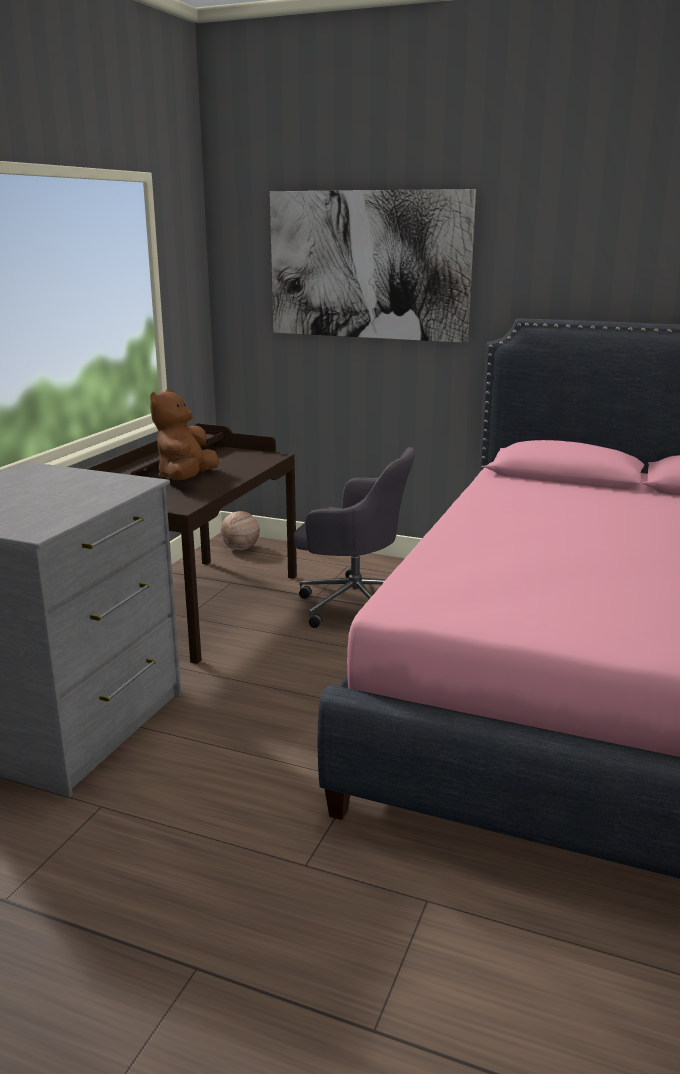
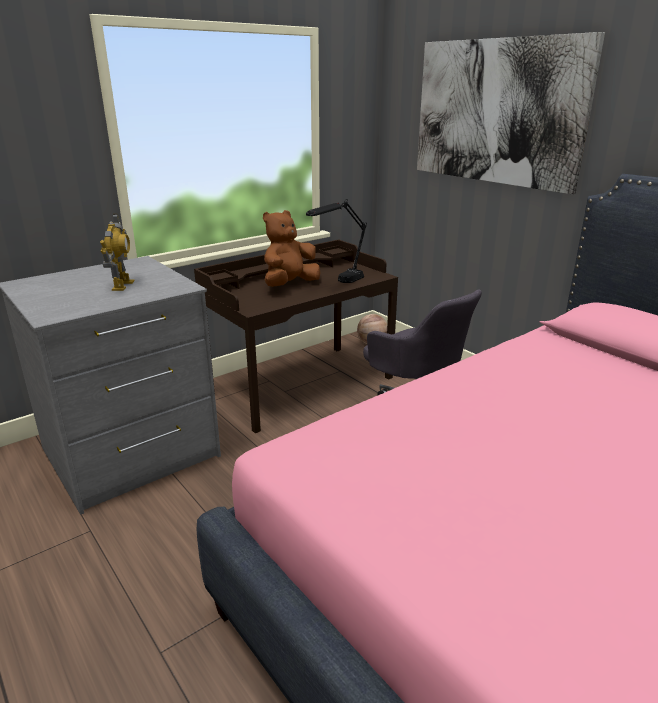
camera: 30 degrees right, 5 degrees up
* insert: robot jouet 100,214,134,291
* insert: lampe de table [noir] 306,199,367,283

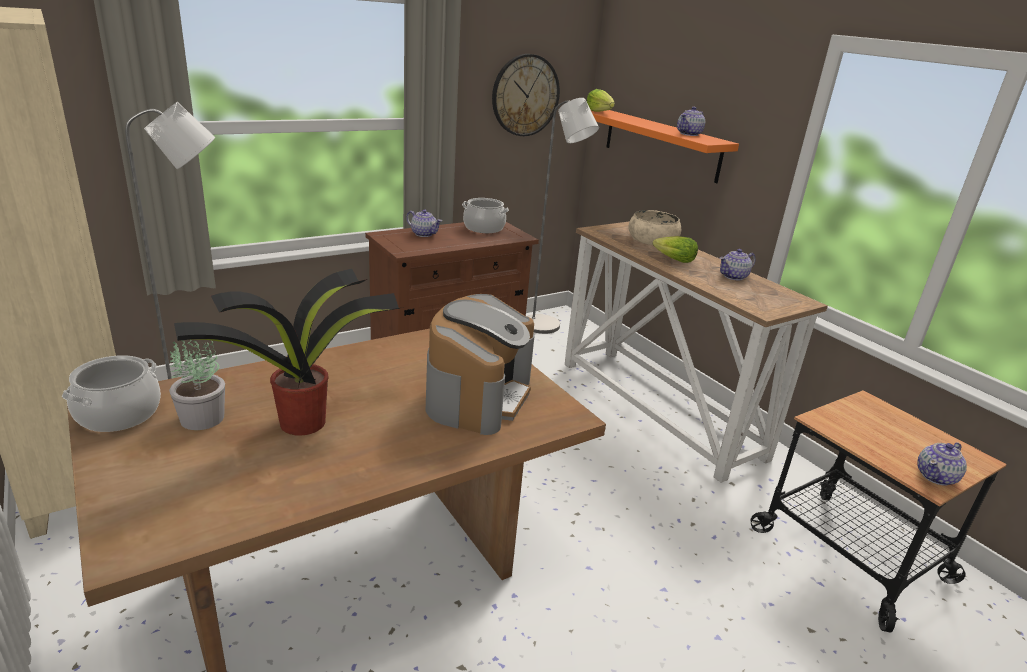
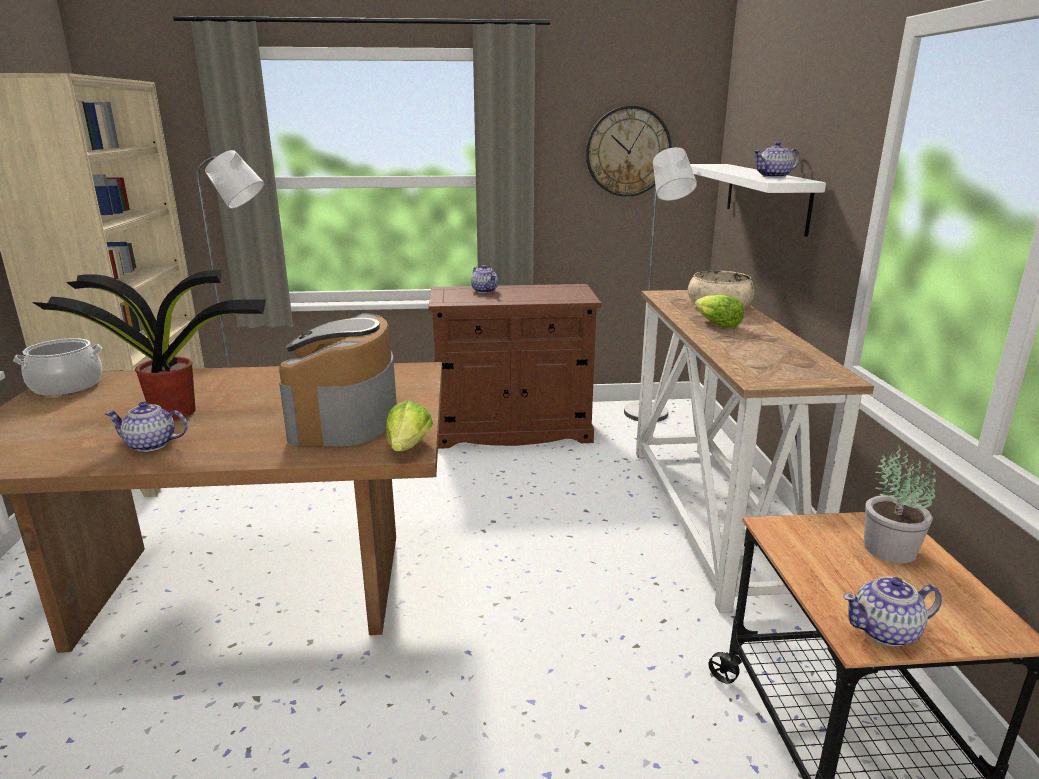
camera: 30 degrees right, 5 degrees down
* move: théière 720,249,756,280 to 105,402,188,452
* rotate: machine à café 426,294,535,435 = 279,313,397,447 135 degrees clockwise
* move: laitue 587,89,615,112 to 386,401,433,451
* recolor: étagère [orange] 591,110,739,183 to étagère [blanc] 690,164,826,237
* move: plante en pot 169,340,225,430 to 864,445,936,564
* delete: marmite 462,198,509,233

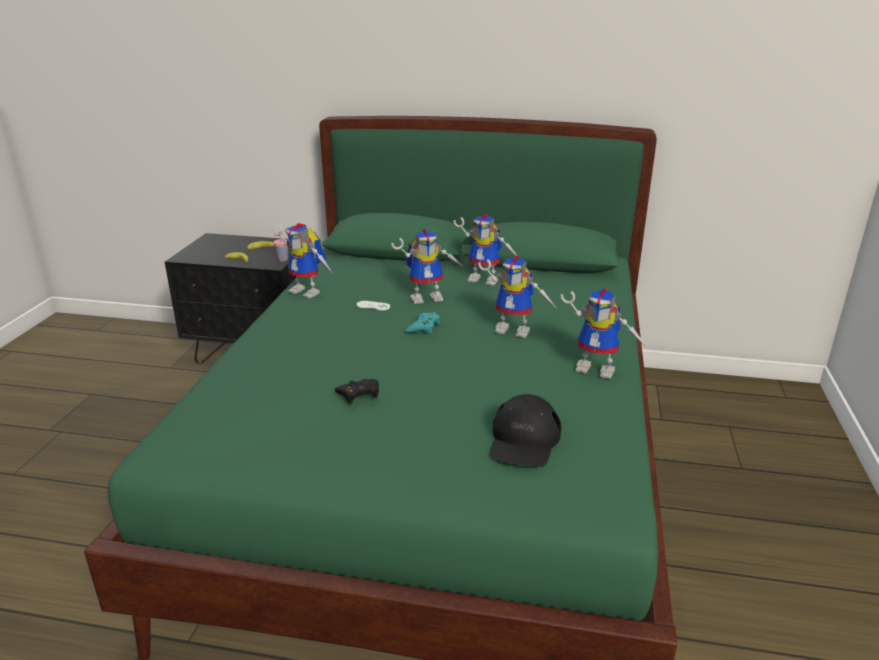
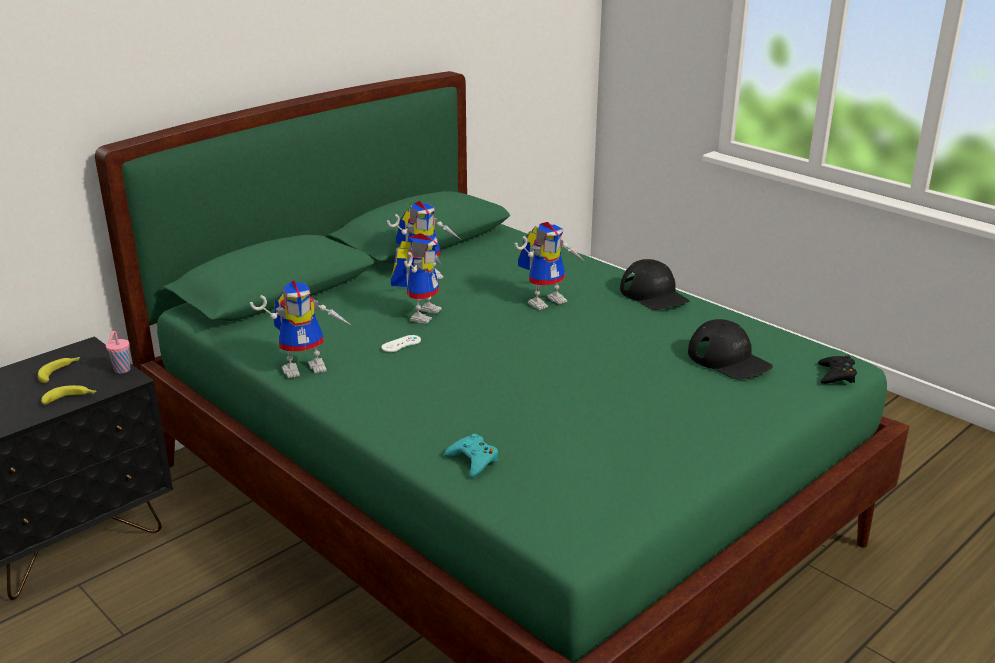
camera: 55 degrees left, 0 degrees up
* move: manette [turquoise] 405,312,440,334 to 444,434,498,477
* replace: robot jouet 560,289,649,379 to casquette [noir] 620,259,690,310
* move: manette [noir] 335,379,379,404 to 818,356,857,384

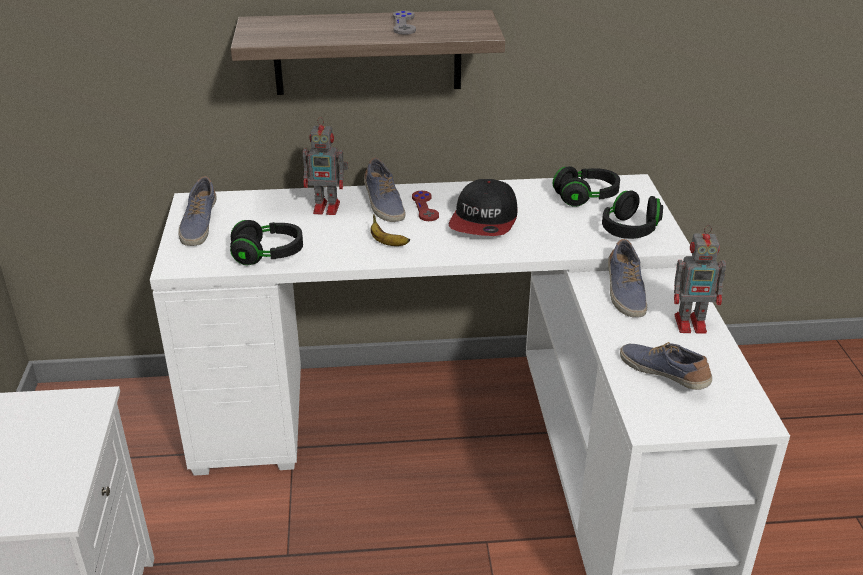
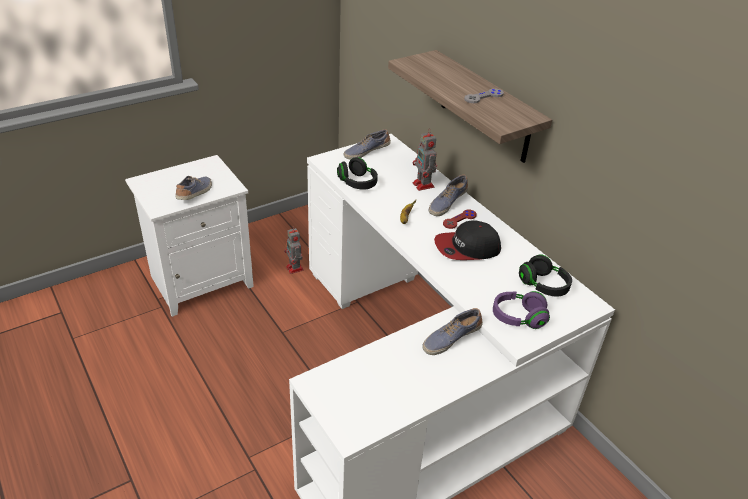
camera: 60 degrees right, 5 degrees up
* move: chaussure 620,342,712,390 to 176,176,212,200
* move: robot jouet 674,225,726,334 to 284,226,304,274
* recolor: casque audio [noir] 602,190,663,239 to casque audio [violet] 493,291,550,329

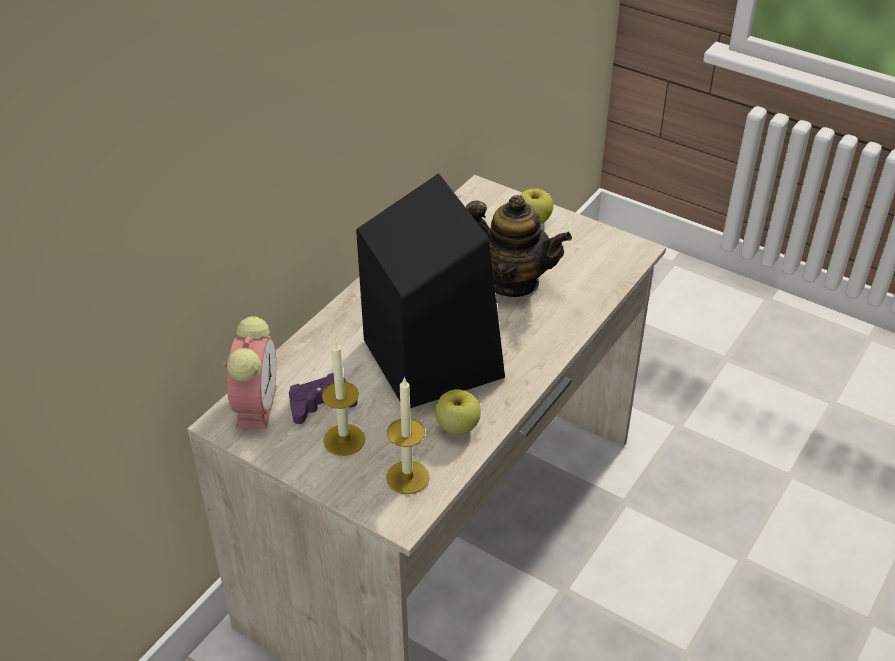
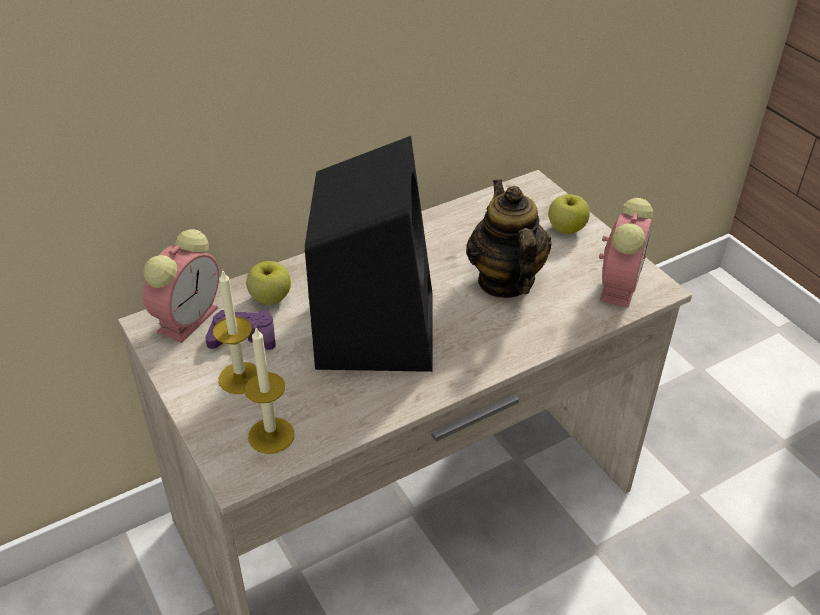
camera: 25 degrees right, 0 degrees up
* move: pomme 435,389,481,435 to 246,261,291,305
* rotate: théière 466,195,572,297 = 466,179,551,298 150 degrees counterclockwise
* insert: réveil 599,198,653,308

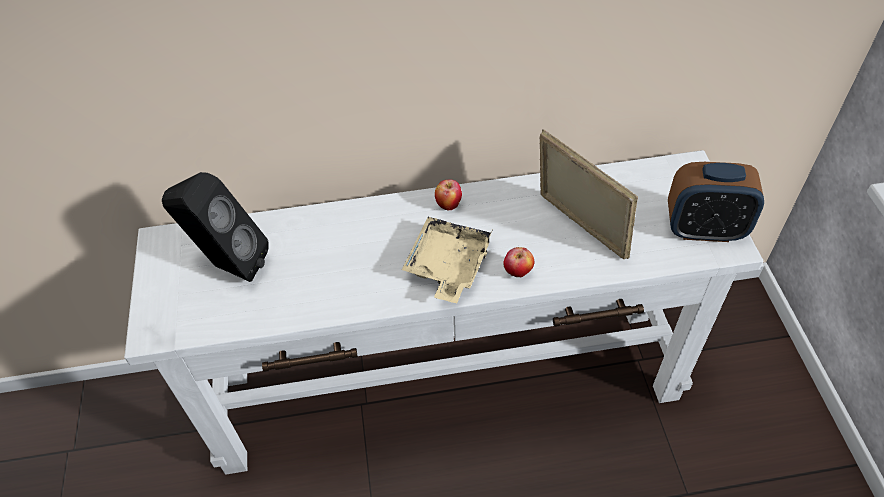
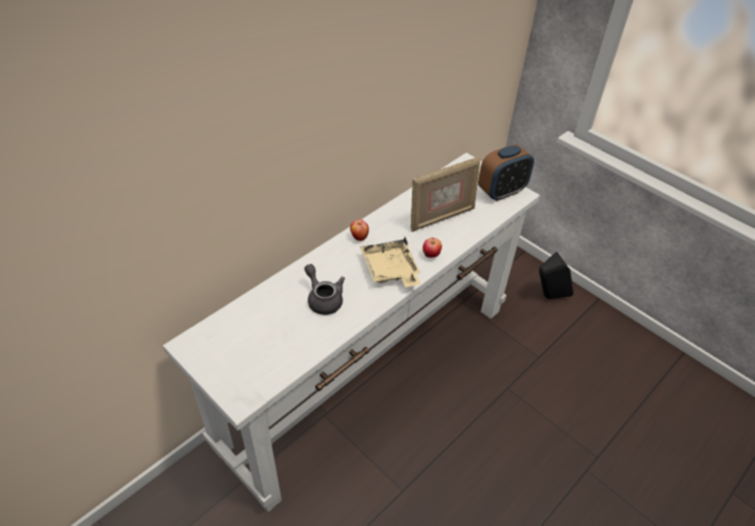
camera: 40 degrees left, 5 degrees down
* insert: théière [gris] 304,264,345,315
* rotate: cadre photo 540,129,638,259 = 411,157,481,232 135 degrees clockwise
* move: enceinte [noir] 162,172,269,282 to 539,252,573,299

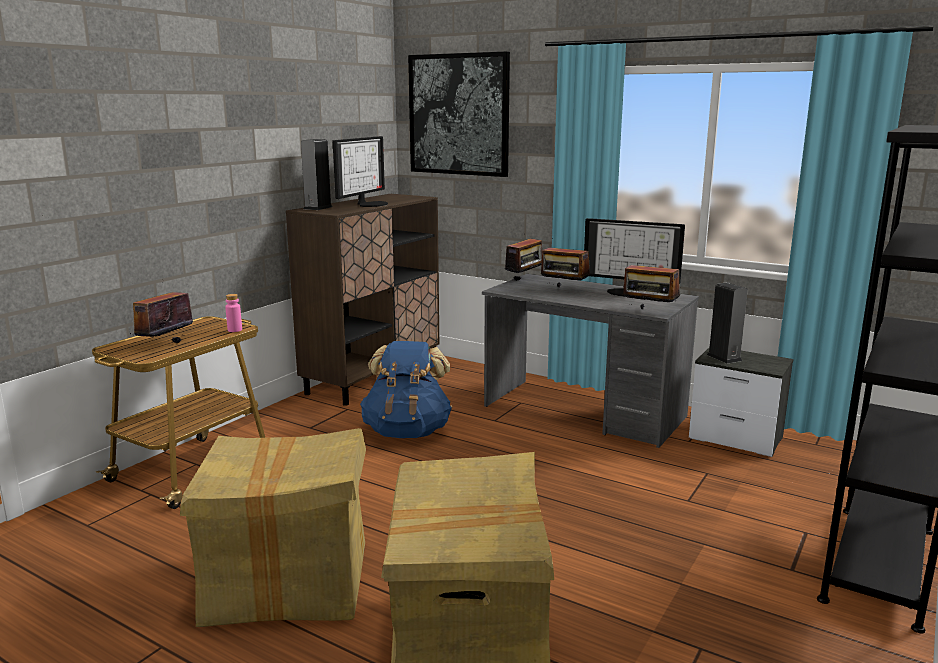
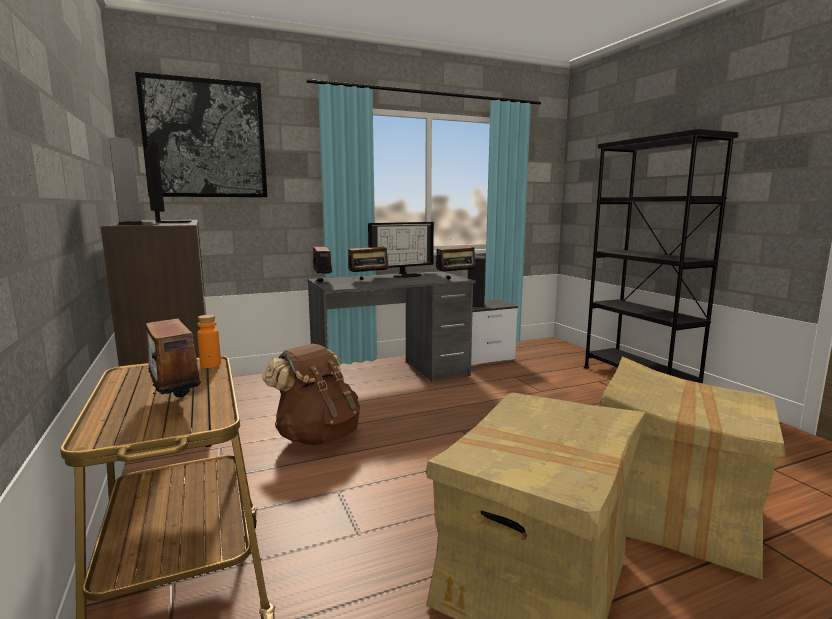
camera: 55 degrees left, 5 degrees down
* recolor: bouteille [rose] 225,294,242,332 to bouteille [orange] 197,315,221,368
* recolor: sac à dos [bleu] 360,341,452,438 to sac à dos [marron] 262,344,360,445

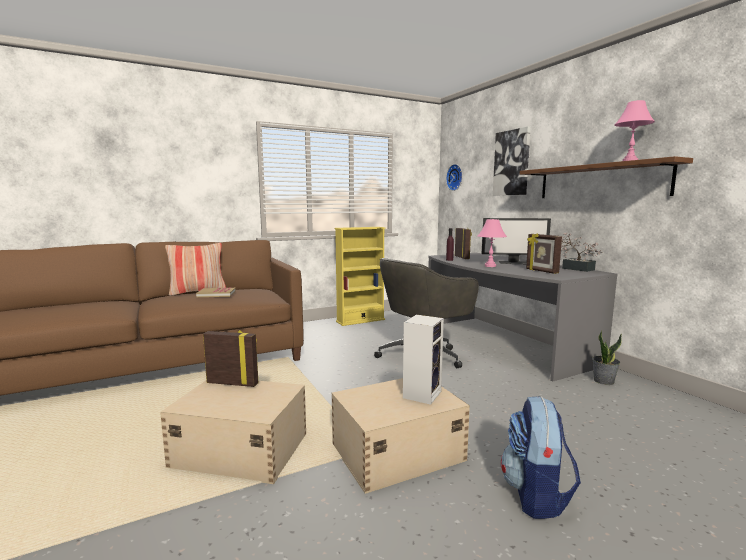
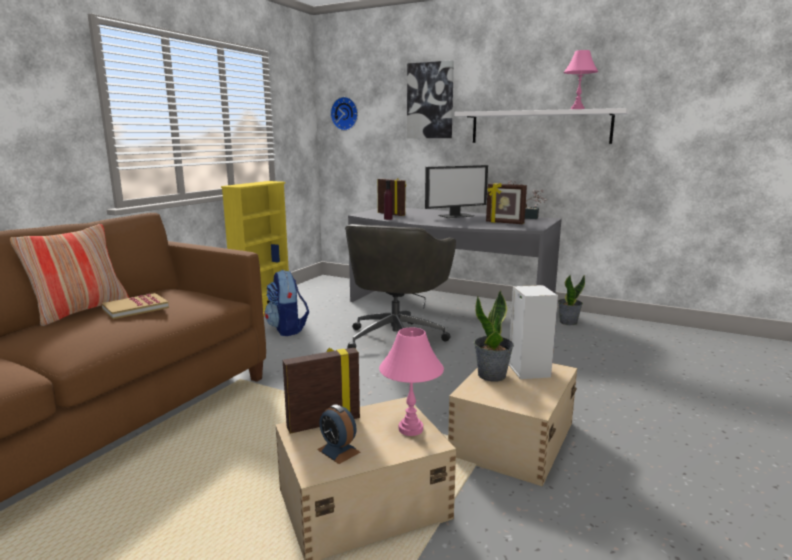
camera: 35 degrees left, 5 degrees up
* move: sac à dos 501,396,581,519 to 264,270,309,336
* insert: réveil 317,404,360,464
* move: lampe de table [rose] 478,219,507,267 to 379,327,444,436
* recolor: étagère [marron] 520,156,693,198 to étagère [blanc] 454,108,629,144
* insert: plante en pot 474,290,514,382

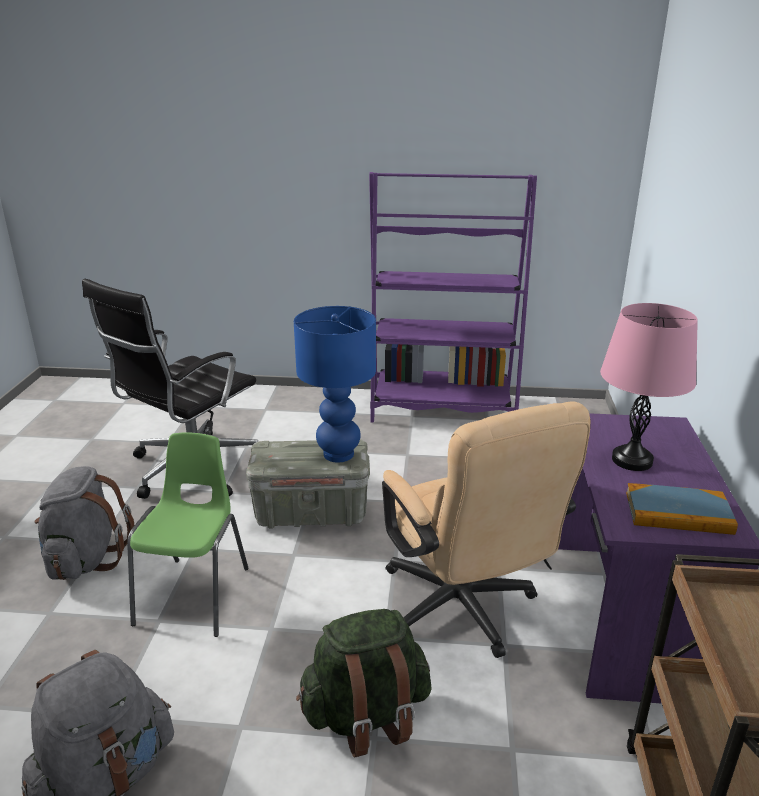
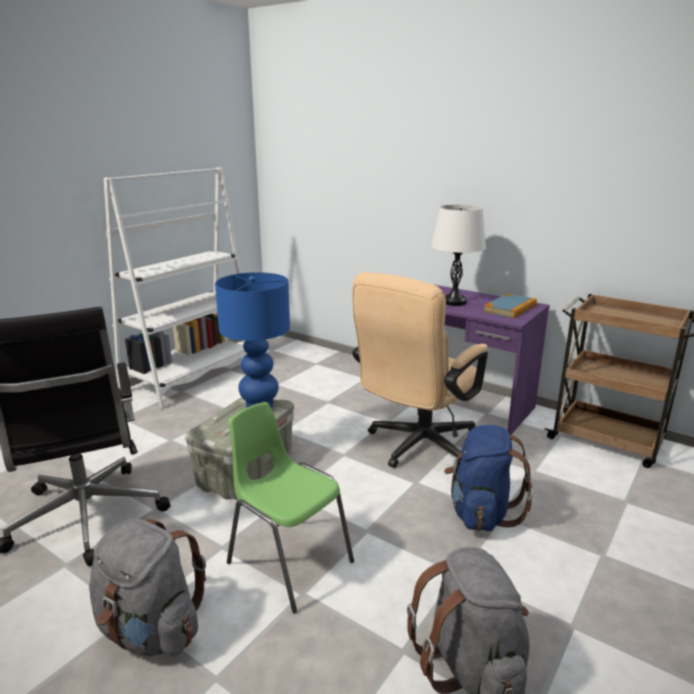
camera: 60 degrees left, 5 degrees down
* recolor: bibliothèque [violet] 369,172,537,423 to bibliothèque [blanc] 104,167,248,409
* rotate: chaise de bureau [beige] 382,401,590,658 = 352,272,488,468 120 degrees clockwise
* recolor: lampe de table [rose] 600,303,698,471 to lampe de table [blanc] 431,204,486,306
* recolor: sac à dos [vert] 296,609,432,758 to sac à dos [bleu] 444,425,533,531

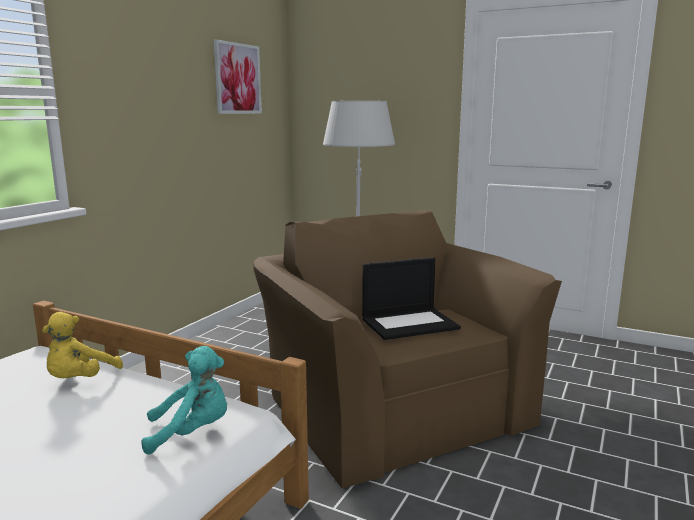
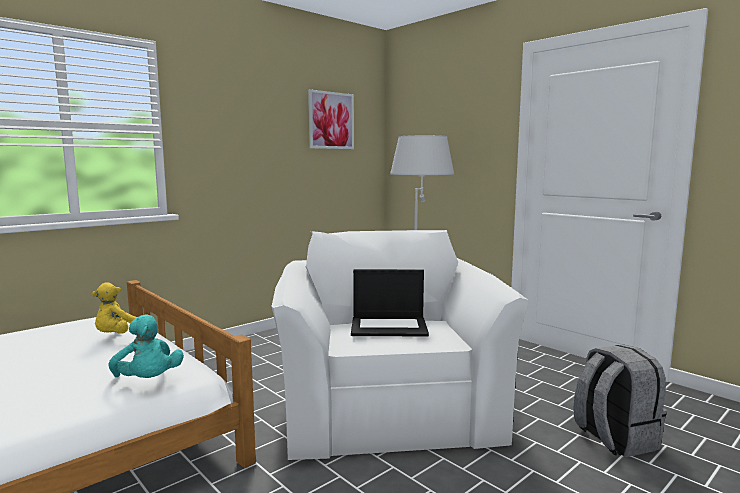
camera: 20 degrees right, 5 degrees down
* rotate: peluche [turquoise] 142,346,227,455 = 108,315,184,378 45 degrees clockwise
* recolor: fauteuil [marron] 254,210,562,488 to fauteuil [blanc] 272,230,528,460
* insert: sac à dos [gris] 573,345,667,457

